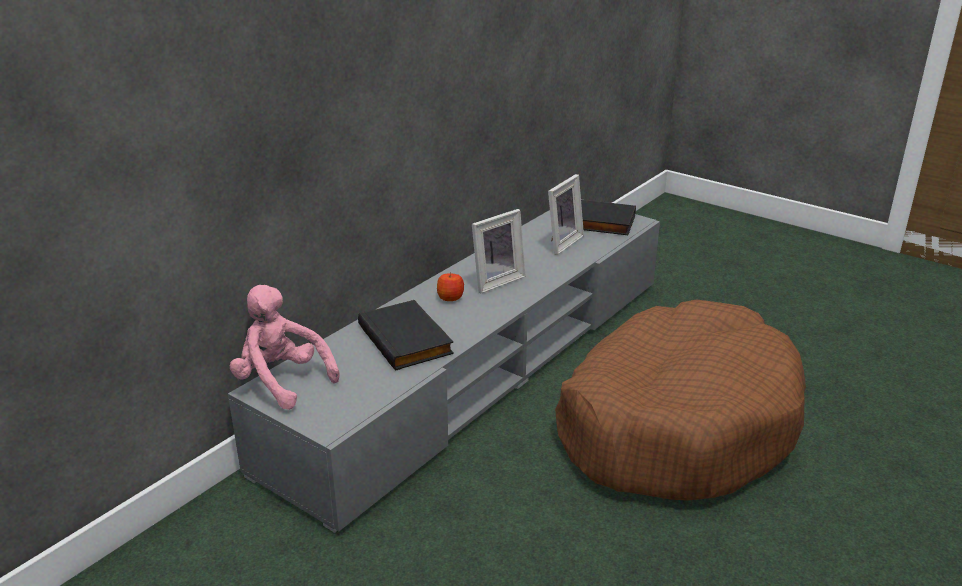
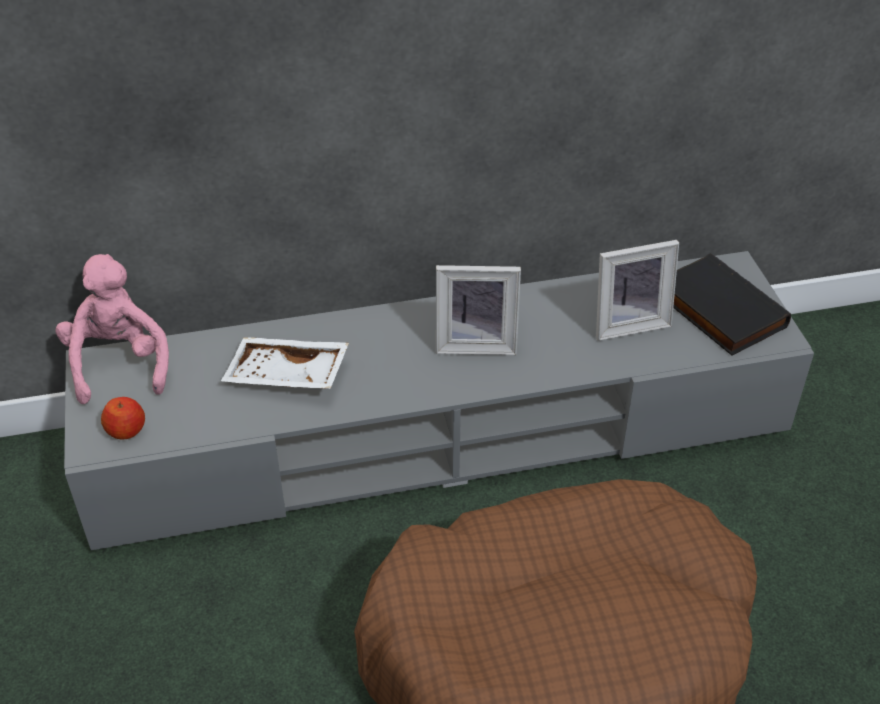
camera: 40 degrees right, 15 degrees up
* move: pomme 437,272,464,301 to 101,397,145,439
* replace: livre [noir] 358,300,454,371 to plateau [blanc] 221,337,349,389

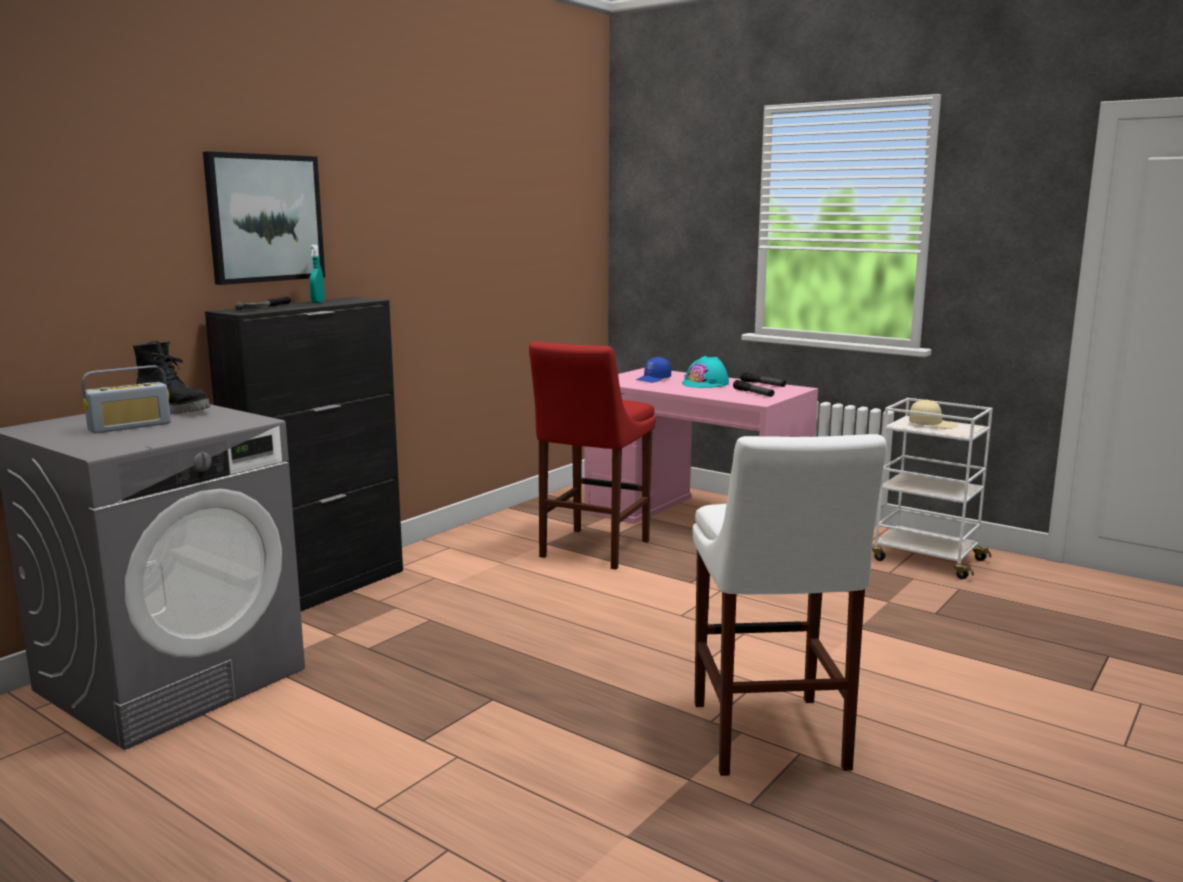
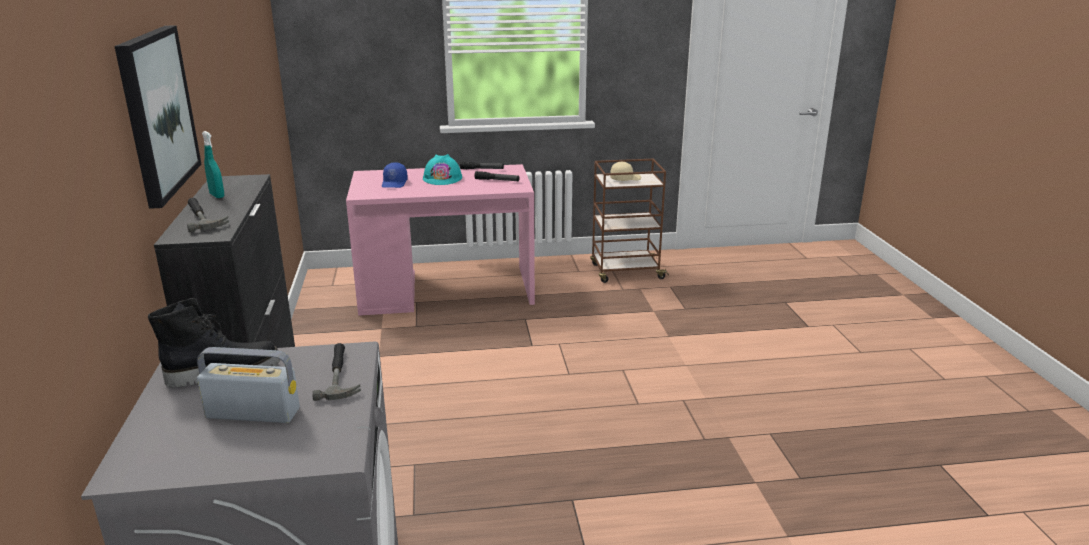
camera: 45 degrees left, 10 degrees up
* rotate: radio 82,365,171,434 = 197,347,300,423 90 degrees counterclockwise
* insert: marteau 312,343,361,401
* recolor: chariot [blanc] 872,398,993,579 to chariot [marron] 590,159,669,283
* delete: tabouret [rouge] 529,342,656,570
* delete: tabouret [blanc] 693,434,887,776

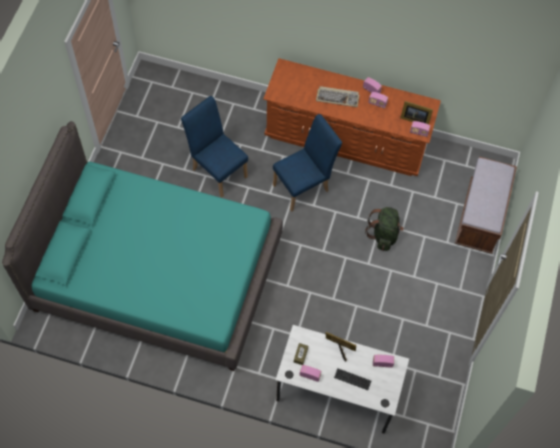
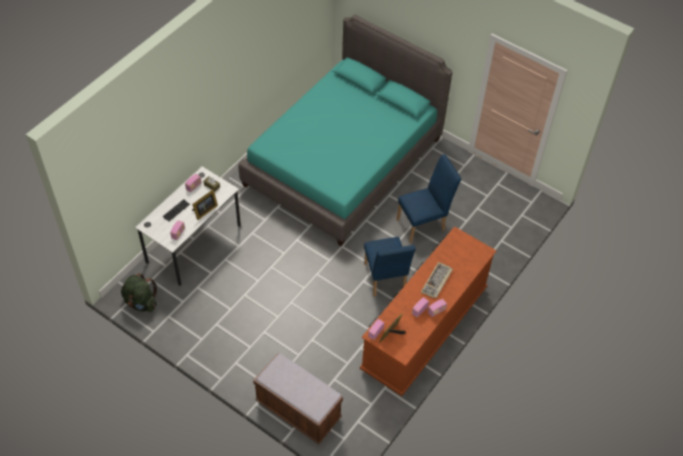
camera: 110 degrees right, 10 degrees down
* move: sac à dos [vert] 365,207,404,251 to 121,273,157,312

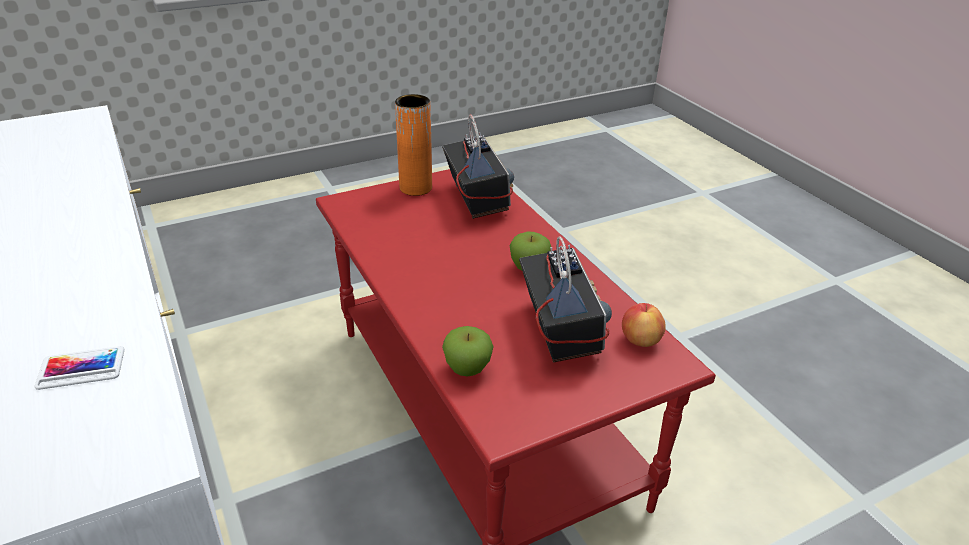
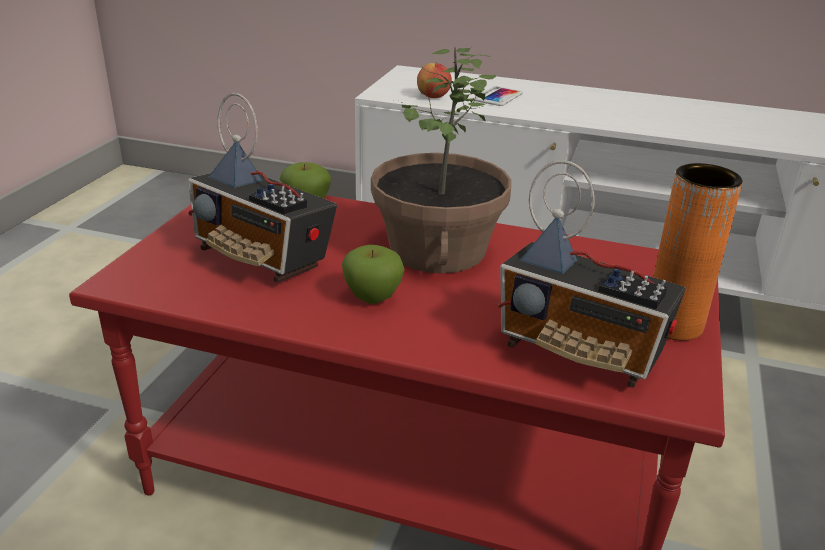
camera: 135 degrees right, 5 degrees down
* insert: plante en pot 371,48,511,273
* move: pomme 622,303,666,347 to 417,62,452,98

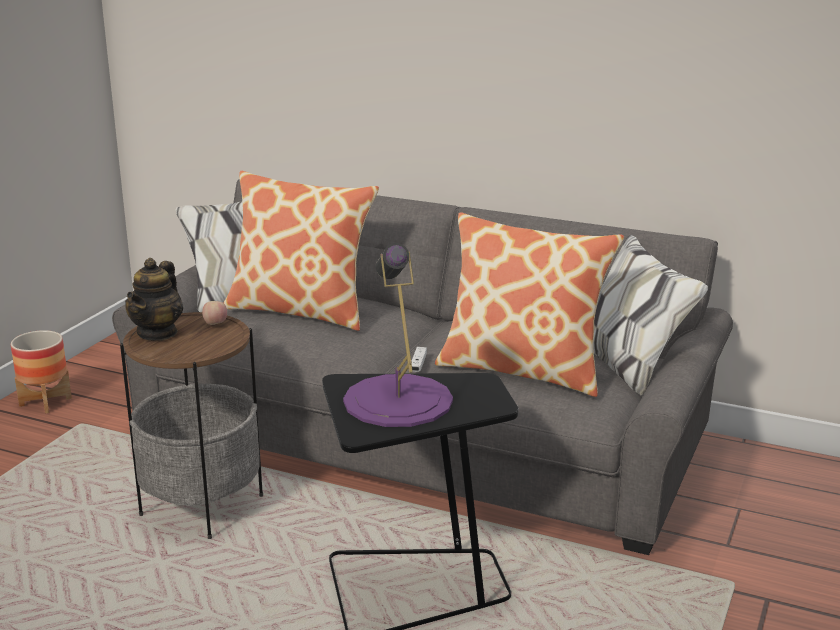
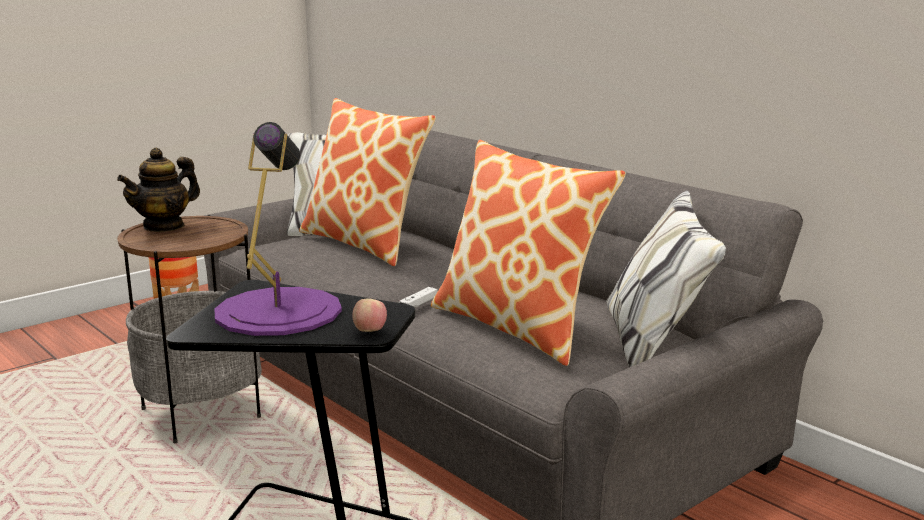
camera: 25 degrees right, 5 degrees down
* move: pomme 202,301,227,325 to 352,298,387,332

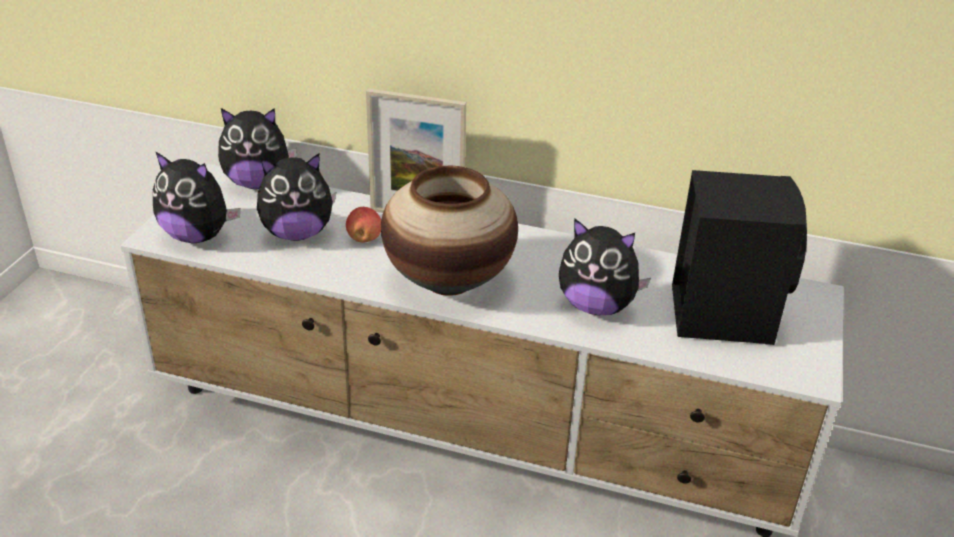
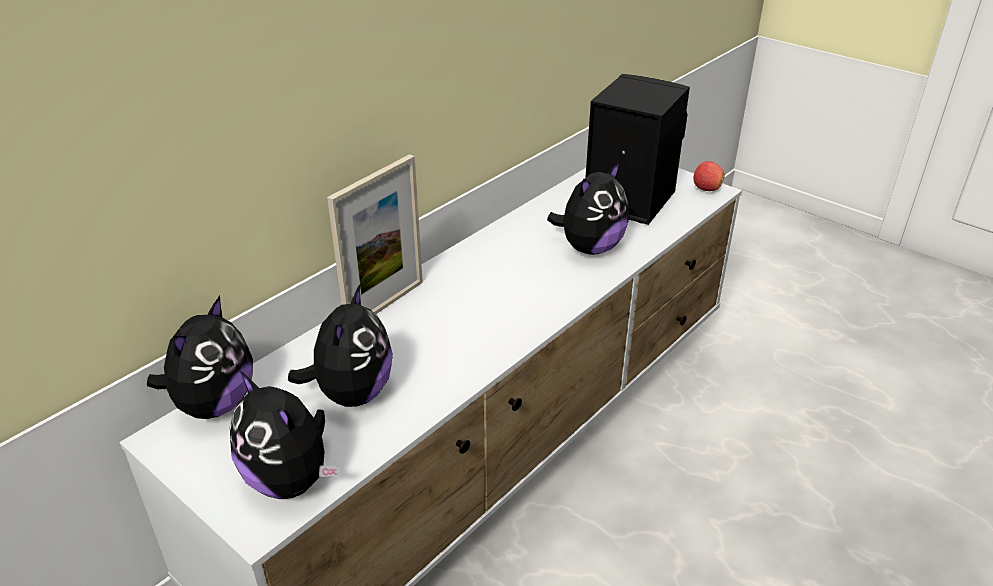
camera: 65 degrees left, 0 degrees up
* rotate: peluche 153,151,240,243 = 230,371,340,499 90 degrees clockwise
* move: pomme 346,207,381,242 to 693,161,725,191
* delete: vase 381,166,518,296

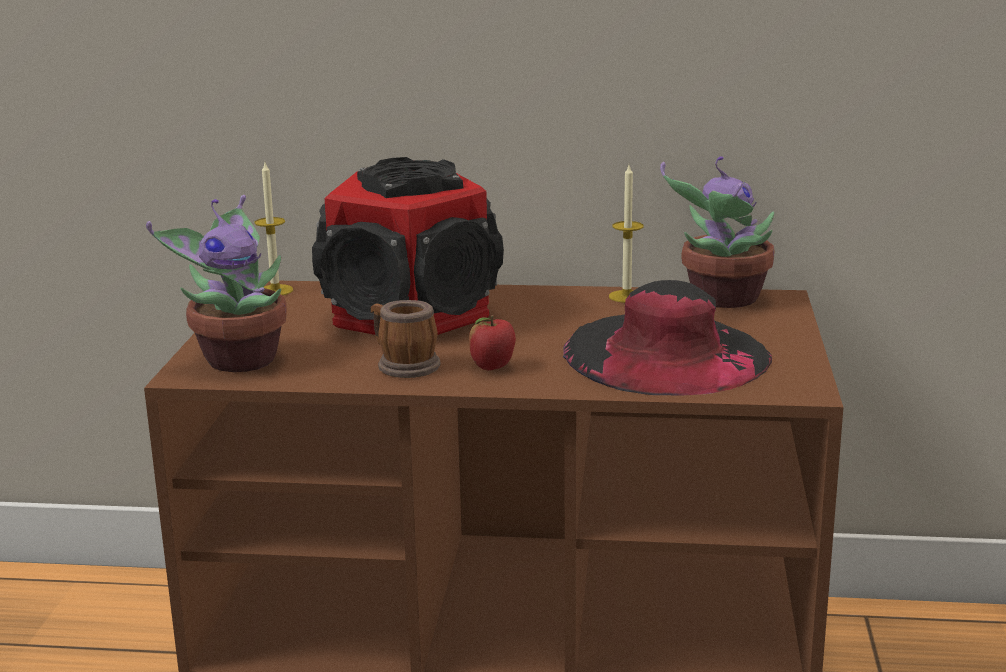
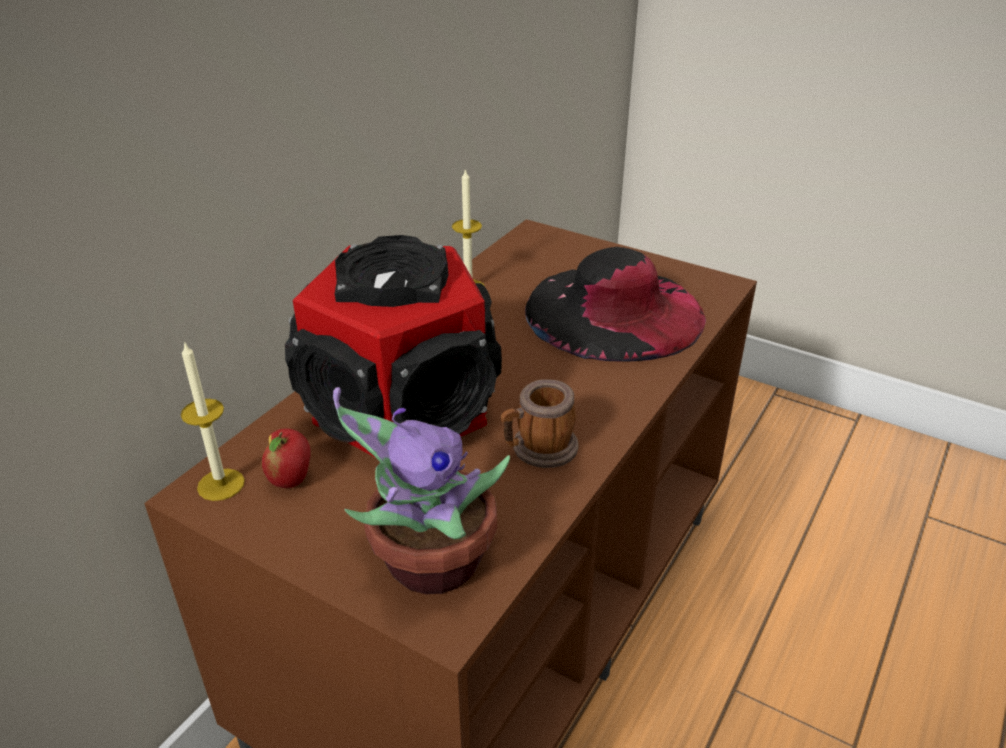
camera: 65 degrees left, 15 degrees up
* move: pomme 469,315,516,370 to 262,428,311,488
* delete: plante en pot 660,157,775,308

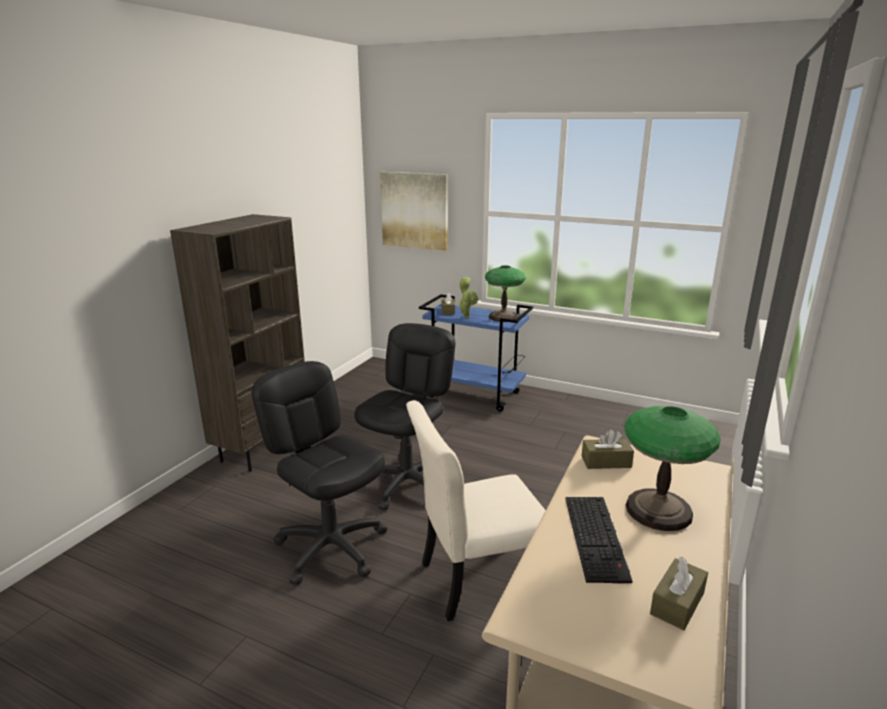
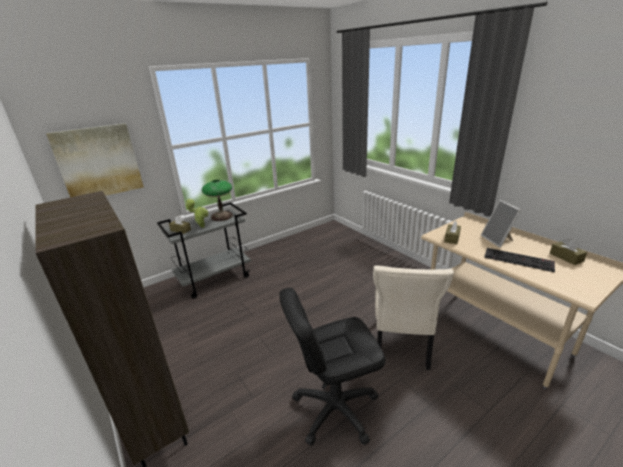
camera: 60 degrees left, 5 degrees up
* recolor: chariot [bleu] 419,294,533,412 to chariot [gris] 157,203,251,299
* replace: lampe de table 624,406,721,531 to cadre photo 481,200,522,248
* delete: chaise de bureau [noir] 354,323,455,511

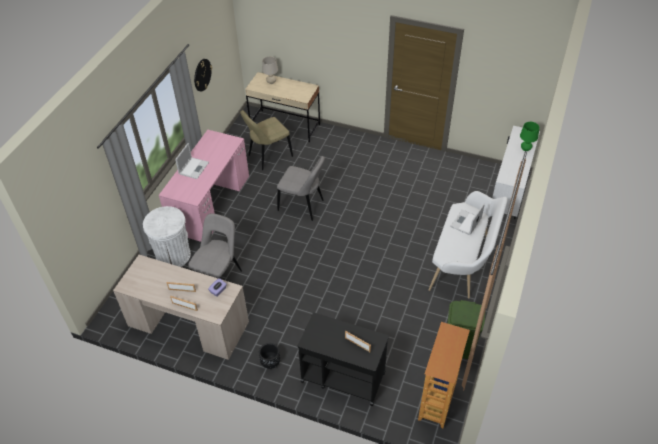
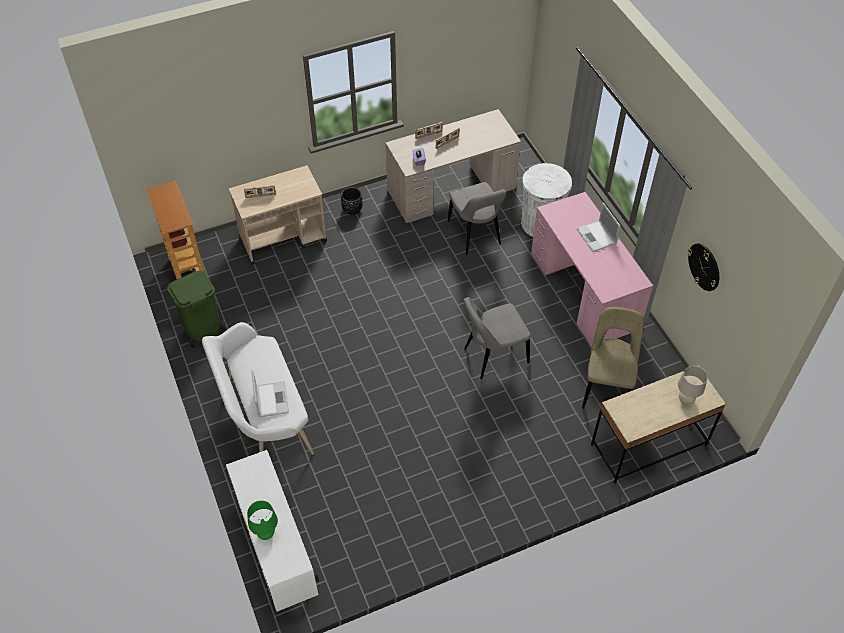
camera: 135 degrees right, 5 degrees up
* recolor: chariot [noir] 298,313,389,406 to chariot [beige] 229,166,327,265

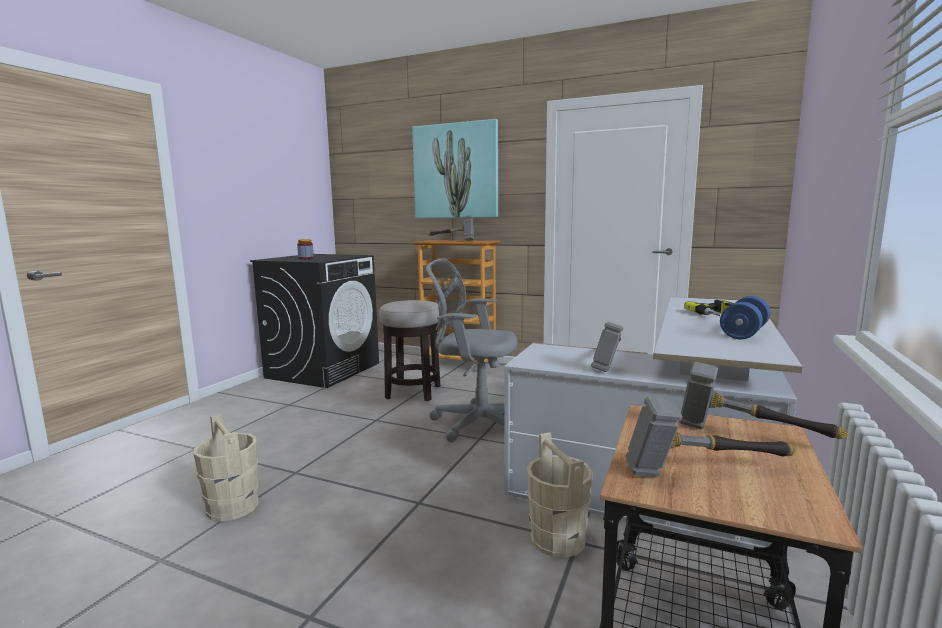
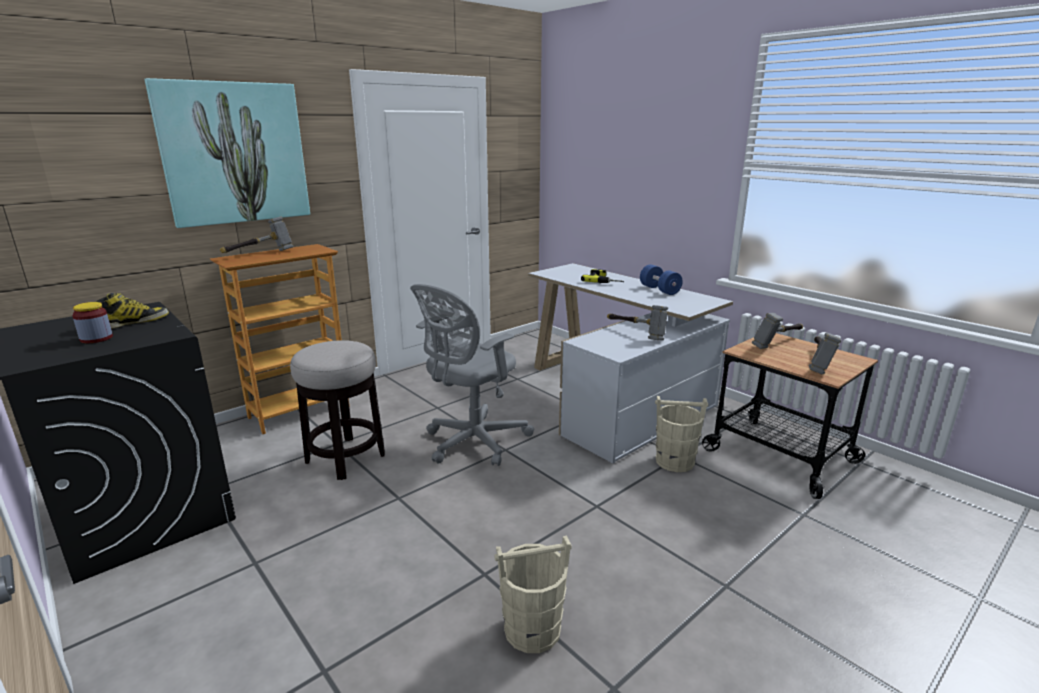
camera: 65 degrees left, 10 degrees up
* insert: botte 95,293,169,329

